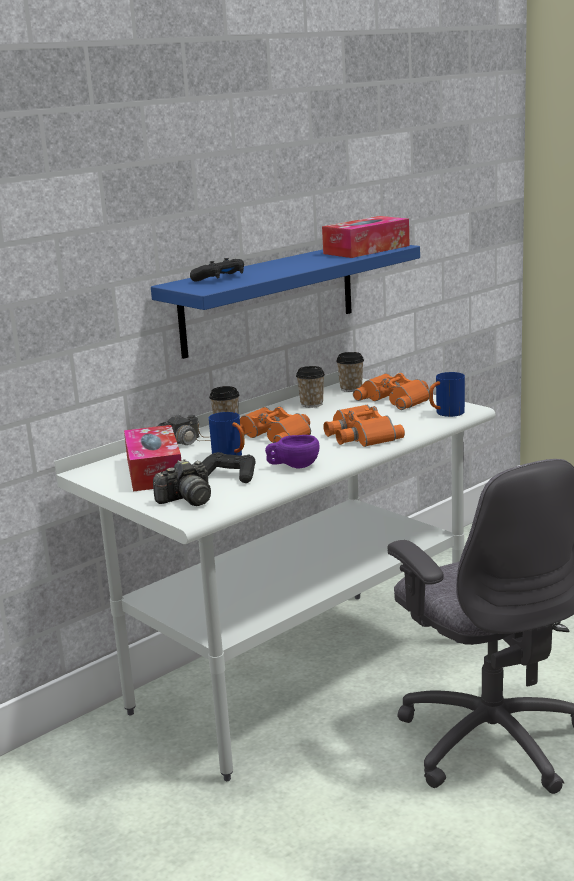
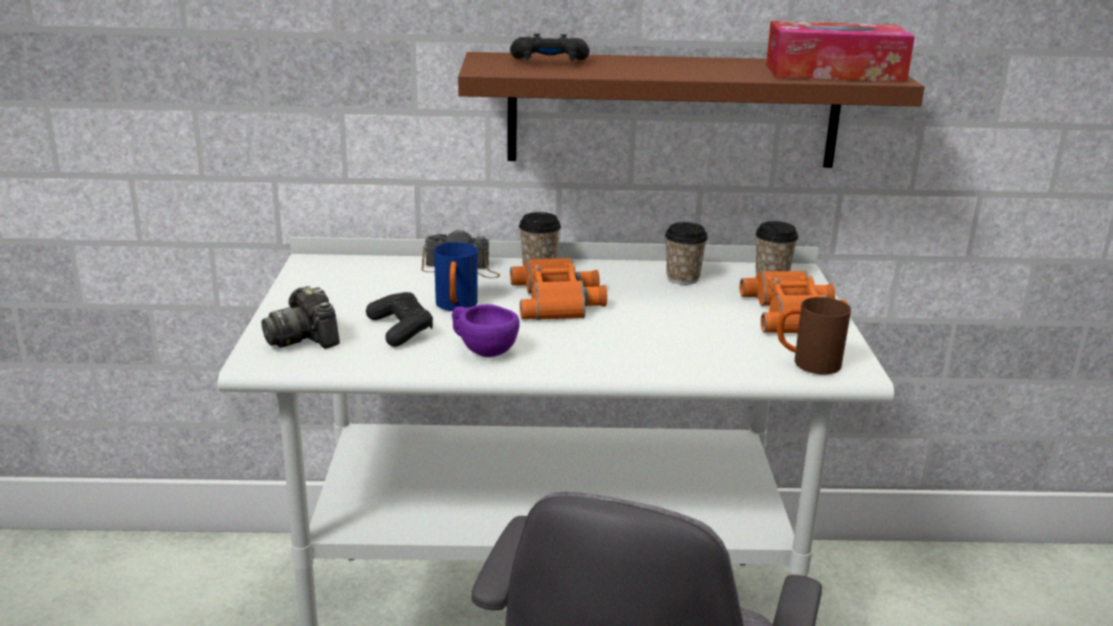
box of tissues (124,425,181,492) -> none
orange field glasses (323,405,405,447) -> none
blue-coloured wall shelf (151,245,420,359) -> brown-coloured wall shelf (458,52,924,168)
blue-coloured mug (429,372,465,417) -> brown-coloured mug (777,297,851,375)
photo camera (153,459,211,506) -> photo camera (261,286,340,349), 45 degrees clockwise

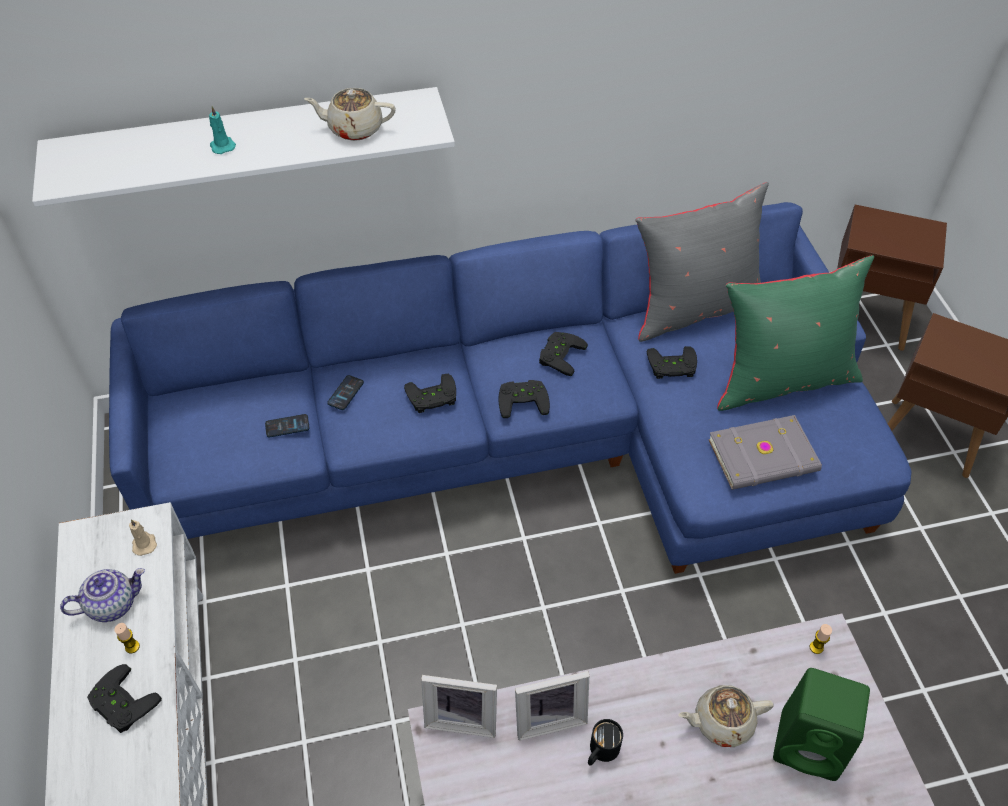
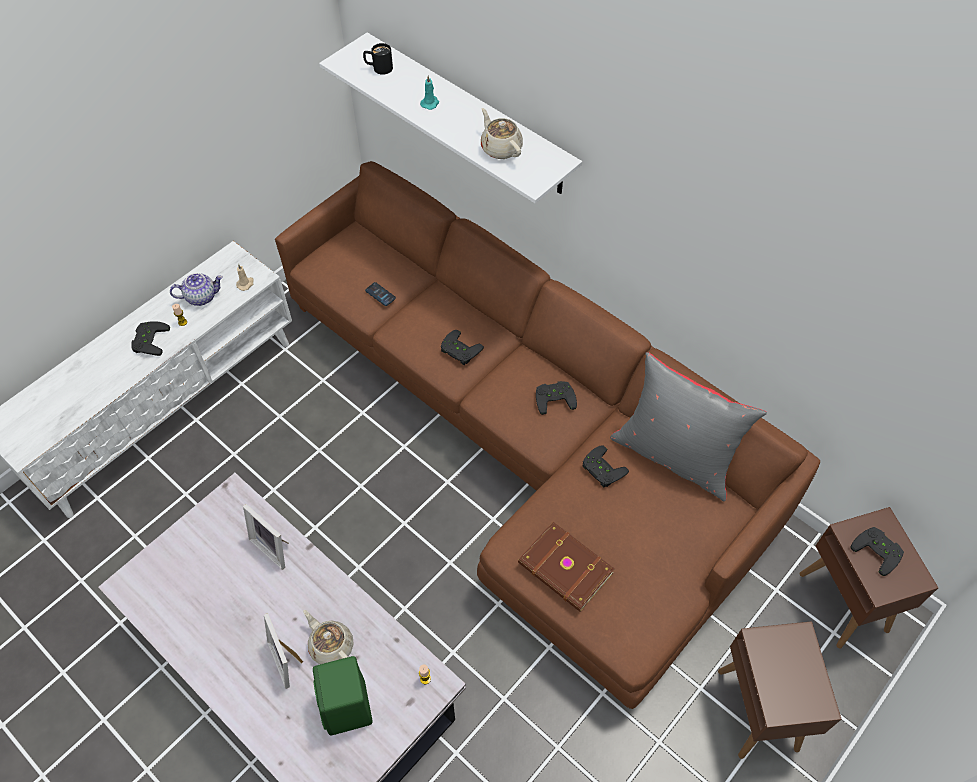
phone (327,375,364,410) -> none
greenish pillow (717,255,874,411) -> none
photo frame (421,675,497,738) -> photo frame (264,613,303,689), shifted
blackish joypad (498,380,550,418) -> blackish joypad (850,527,904,576), shifted
blackish mug (588,719,623,765) -> blackish mug (363,43,393,75), shifted
blue-coloured couch (109,202,912,574) -> brown-coloured couch (275,161,820,709)
gray bound book (708,415,822,490) -> brown-coloured bound book (518,522,614,612)
teapot (60,568,145,622) -> teapot (170,273,223,306), 45 degrees counterclockwise

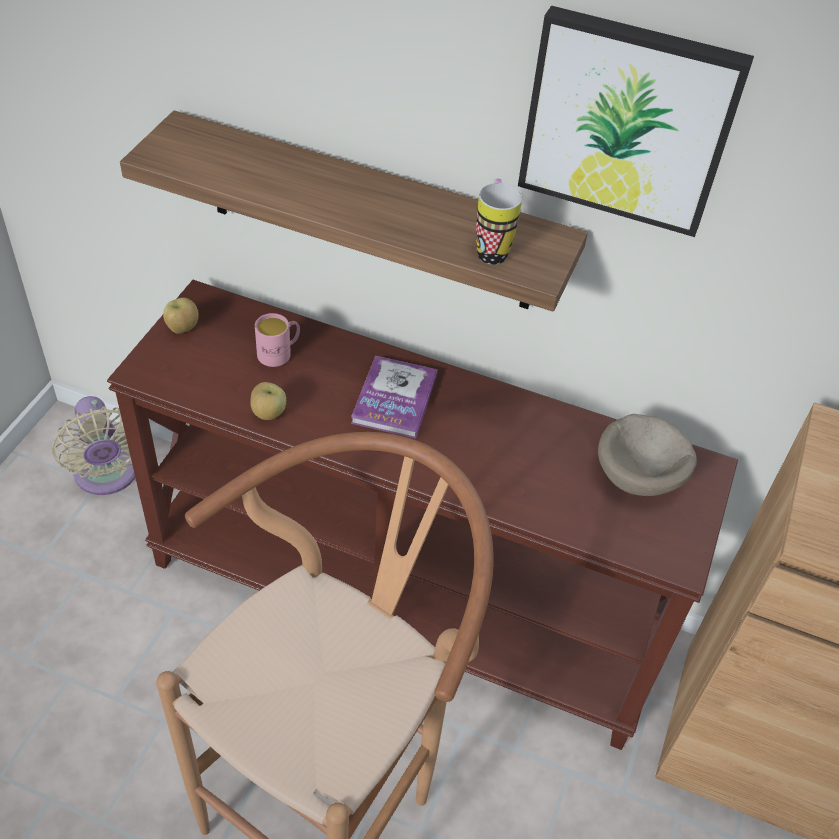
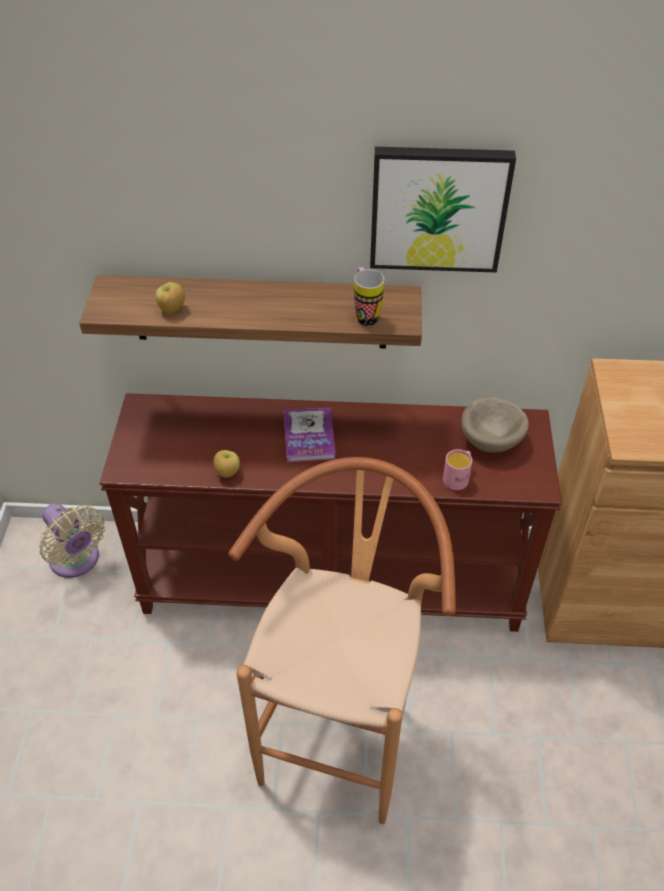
apple (163,298,199,334) -> apple (155,282,185,314), shifted
pink mug (255,313,300,367) -> pink mug (443,449,472,490), shifted

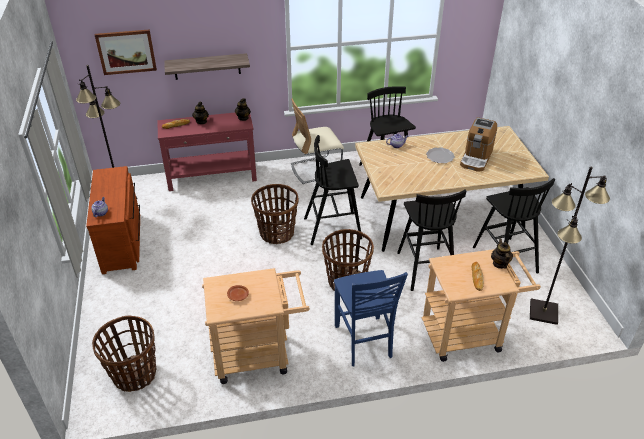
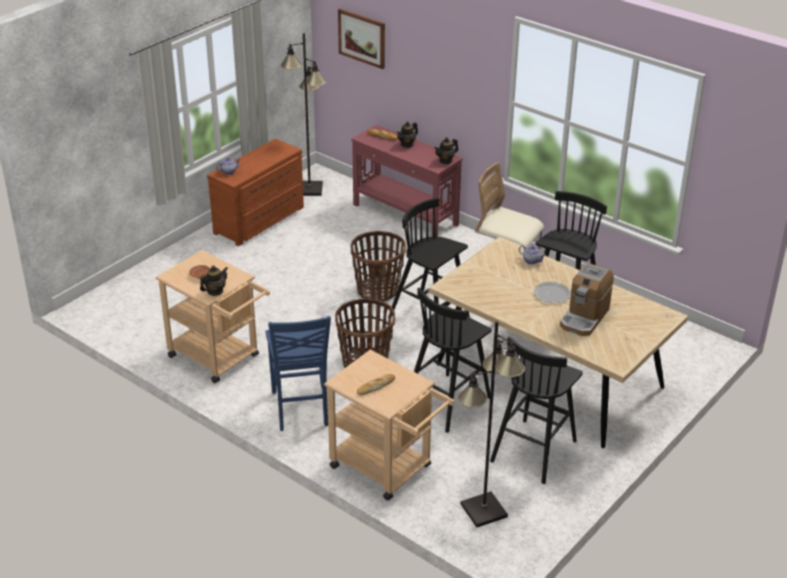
storage basket (92,316,156,392) -> none
wall shelf (164,53,250,80) -> none
teapot (491,238,513,269) -> teapot (200,266,228,296), shifted
blue-coloured upright chair (334,270,408,366) -> blue-coloured upright chair (265,316,331,431), 45 degrees counterclockwise
coffee brewer (460,117,497,172) -> coffee brewer (560,263,614,336), 45 degrees counterclockwise

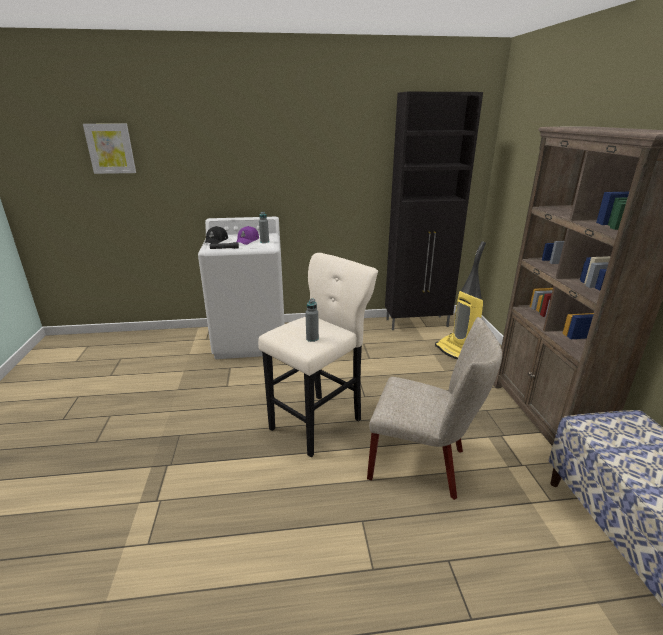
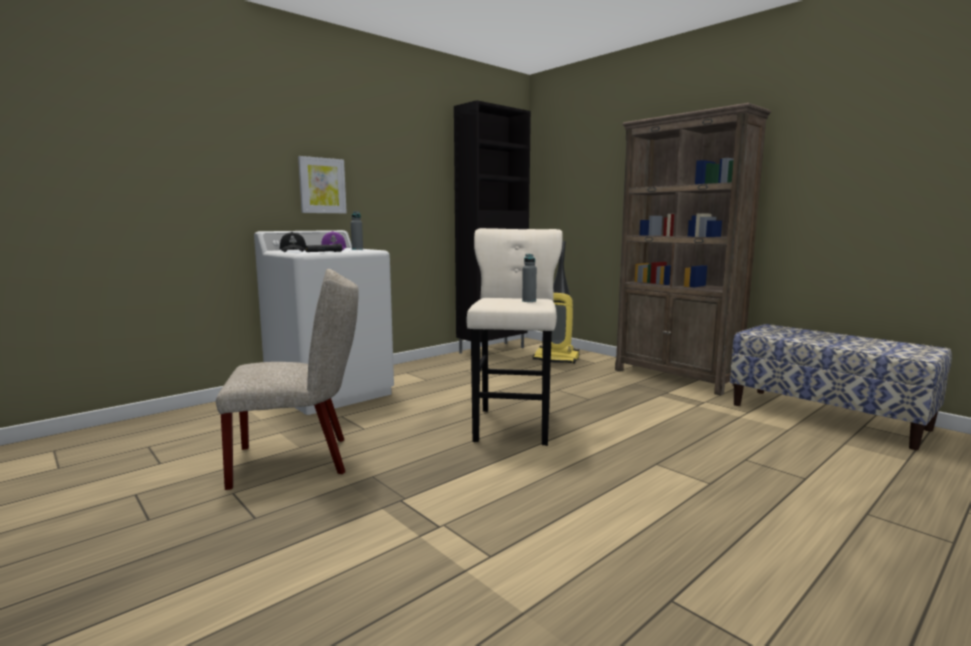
wall art (83,124,136,174) -> wall art (298,156,347,213), shifted
sand-coloured upright chair (367,317,502,500) -> sand-coloured upright chair (216,269,359,490), shifted

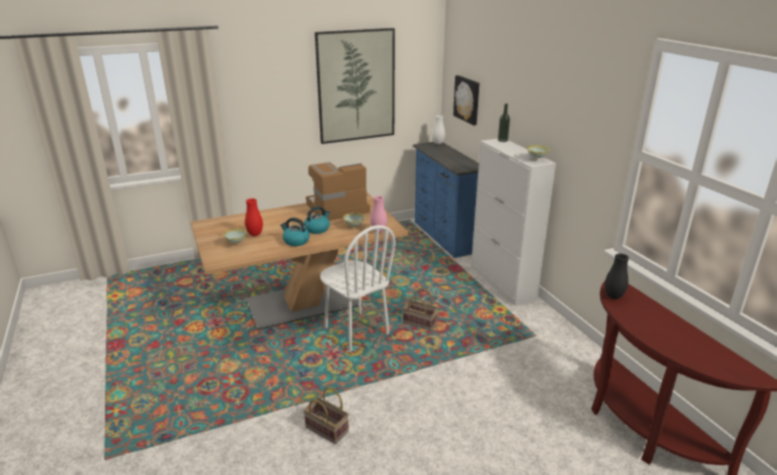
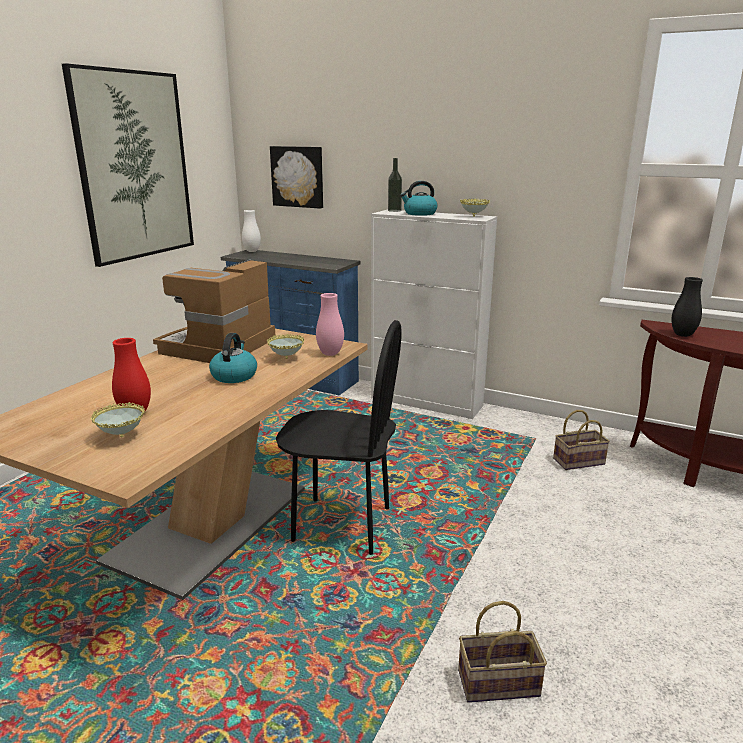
water kettle (280,218,310,246) -> water kettle (400,181,437,216), shifted
storage basket (403,288,439,331) -> storage basket (553,410,610,470), shifted
whitish upright chair (320,225,396,351) -> blackish upright chair (276,320,402,555)

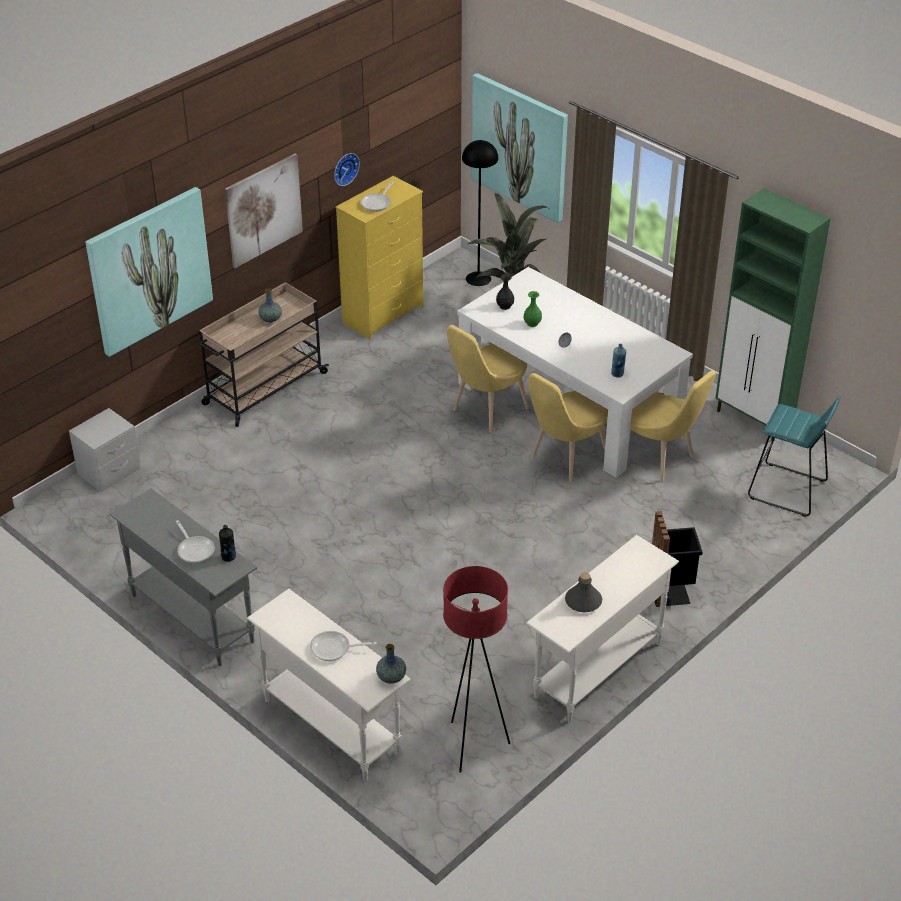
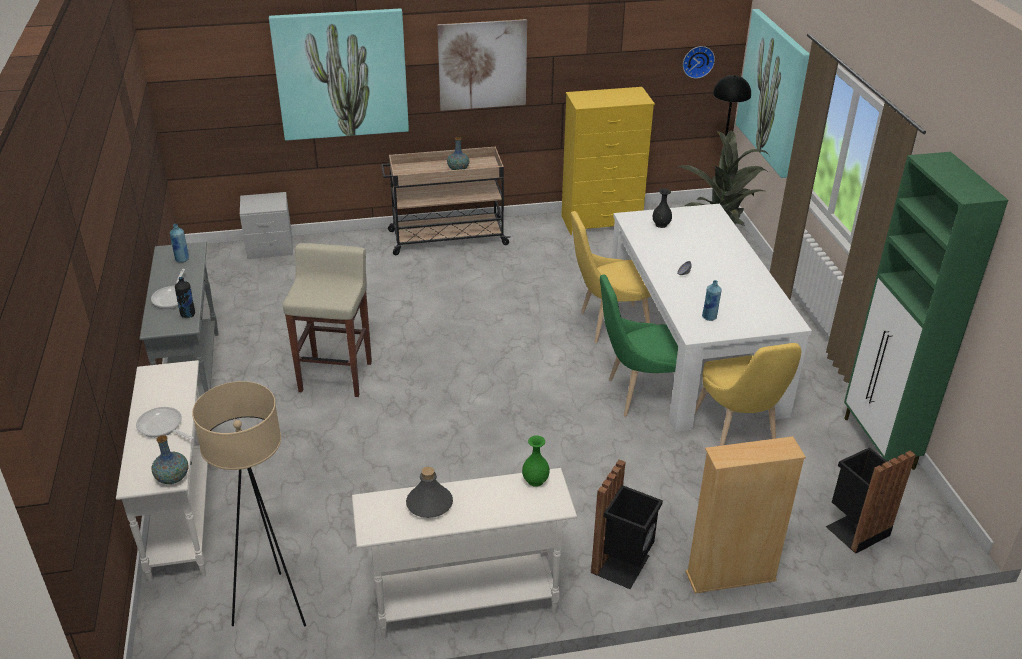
skillet (360,182,394,212) -> none
none -> blue-coloured bottle (170,224,189,262)
none -> sand-coloured stool (283,243,372,397)
none -> sand-coloured bookcase (685,436,806,594)
clock on the wall (334,153,360,186) -> clock on the wall (683,46,715,79), shifted
greenish vase (524,291,542,327) -> greenish vase (522,436,550,487), shifted
blue-green stool (748,396,840,517) -> blackish trash can (826,447,916,554)
red floor lamp (443,566,510,773) -> sand-coloured floor lamp (192,381,306,626)
yellow upright chair (528,373,608,483) -> greenish upright chair (600,275,678,417)

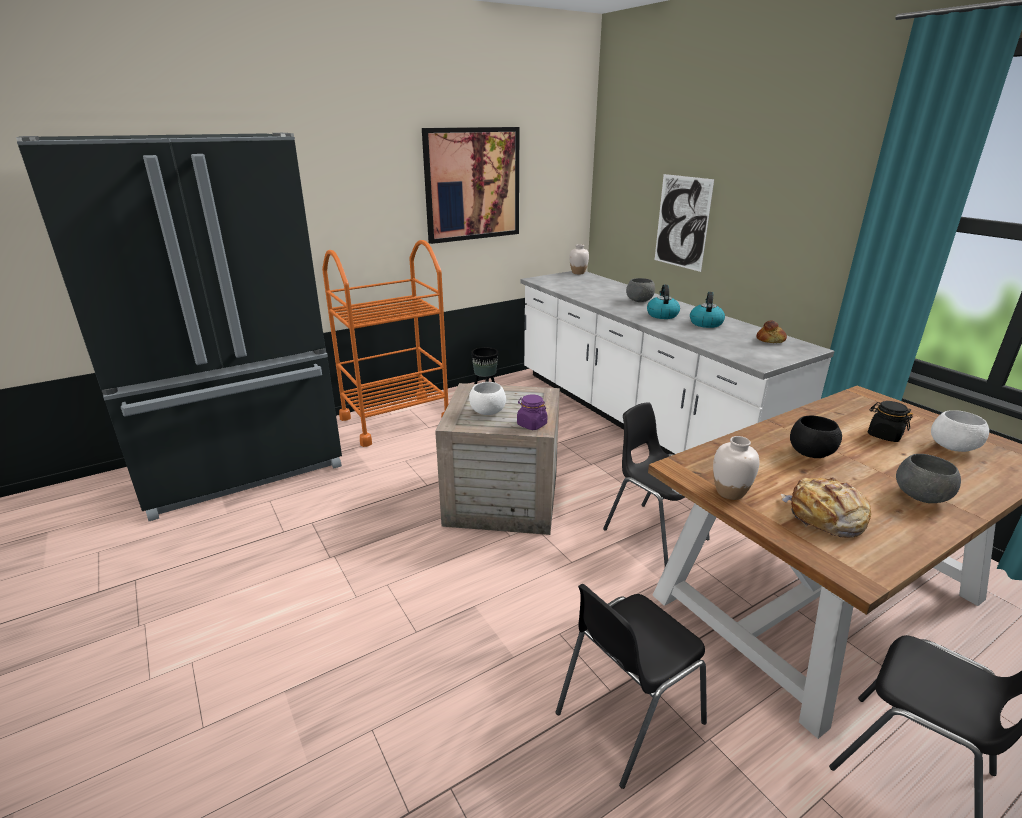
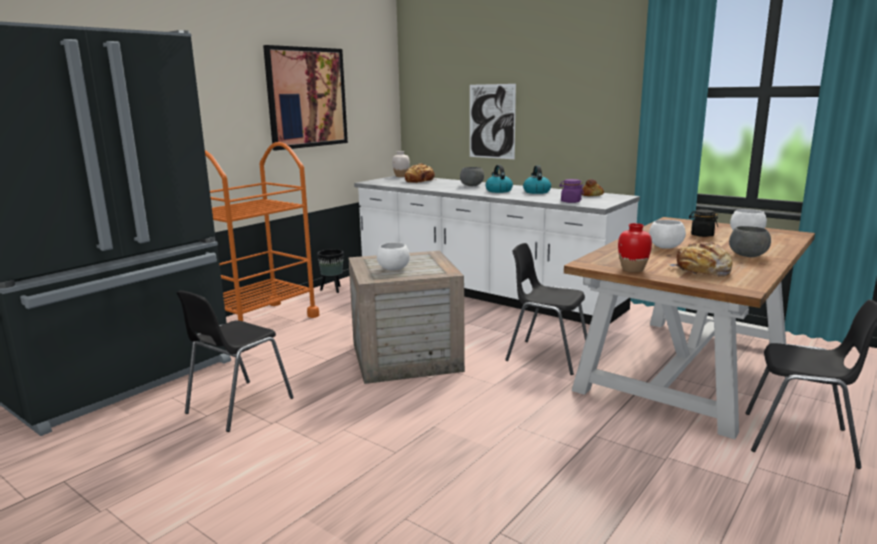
none -> baked bread (405,163,437,183)
purple-coloured preserve jar (517,395,548,430) -> purple-coloured preserve jar (559,179,584,203), shifted
blackish upright chair (556,584,707,789) -> blackish upright chair (177,291,294,432), shifted
whitish vase (713,436,760,500) -> red vase (618,223,652,272)
blackish bowl (790,416,842,458) -> whitish bowl (649,220,686,249)

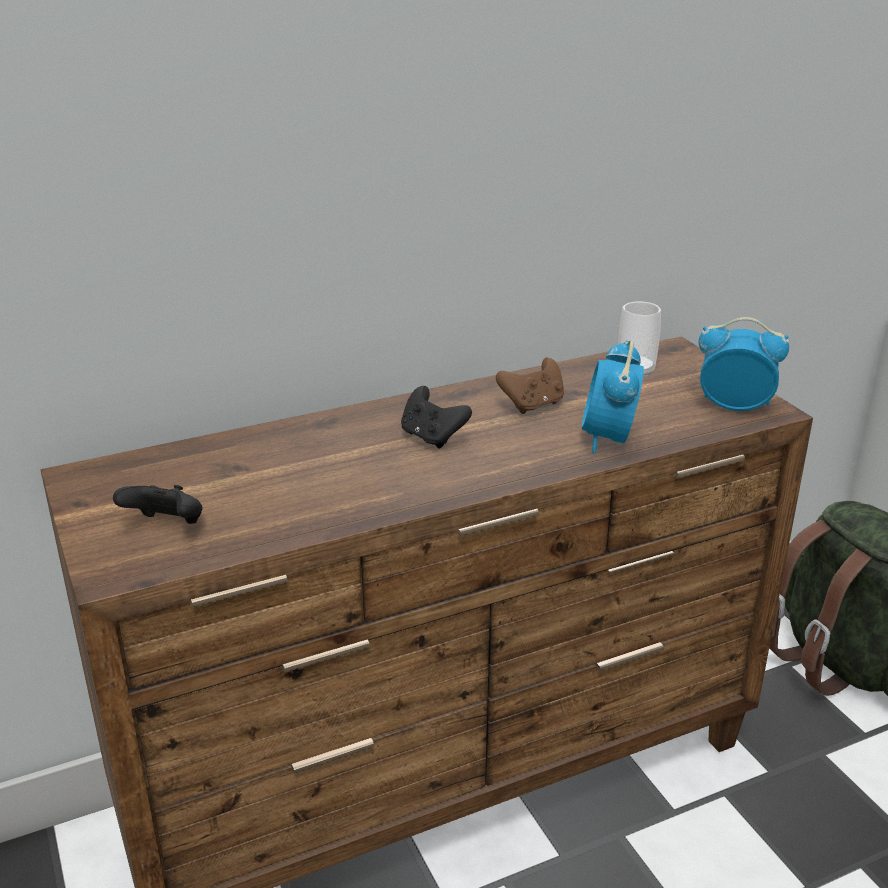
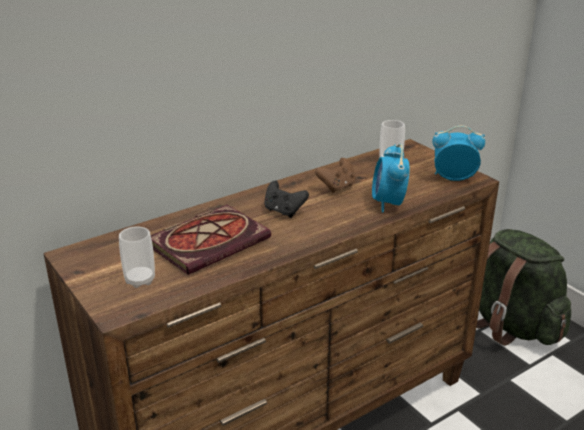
none -> bound book (151,205,271,275)
blackish joypad (113,485,202,524) -> drinking cup (119,227,155,288)

